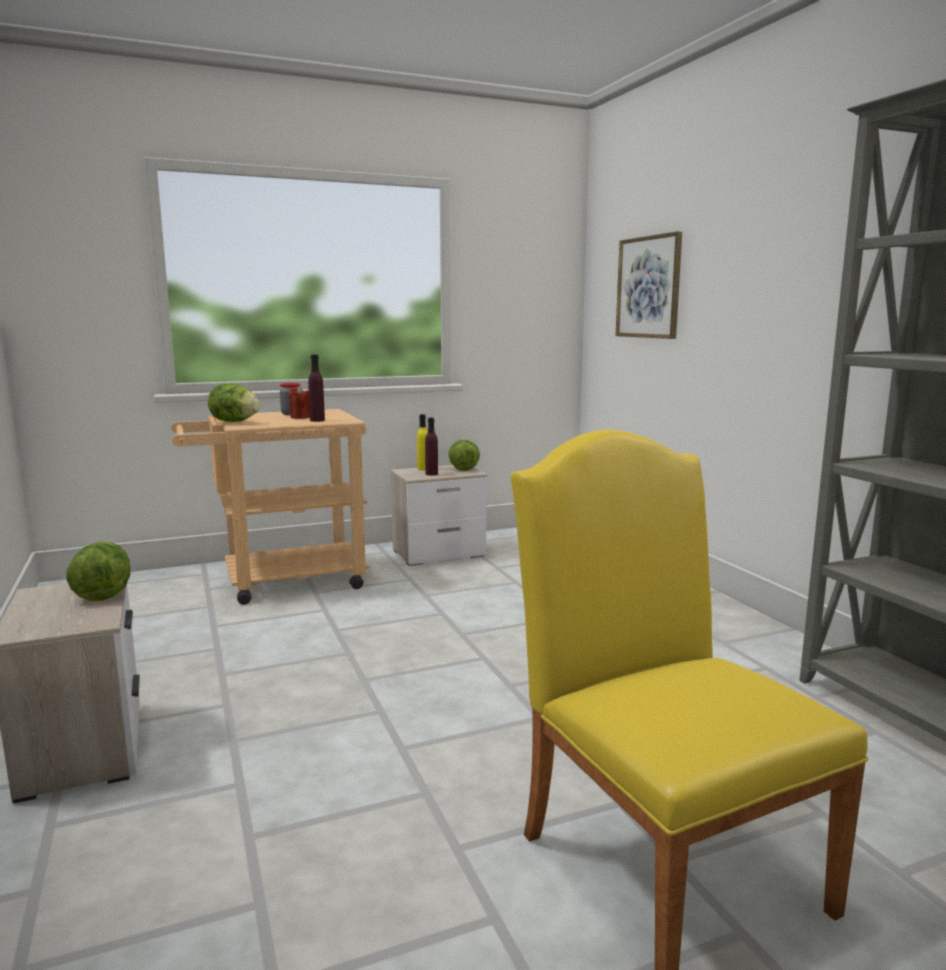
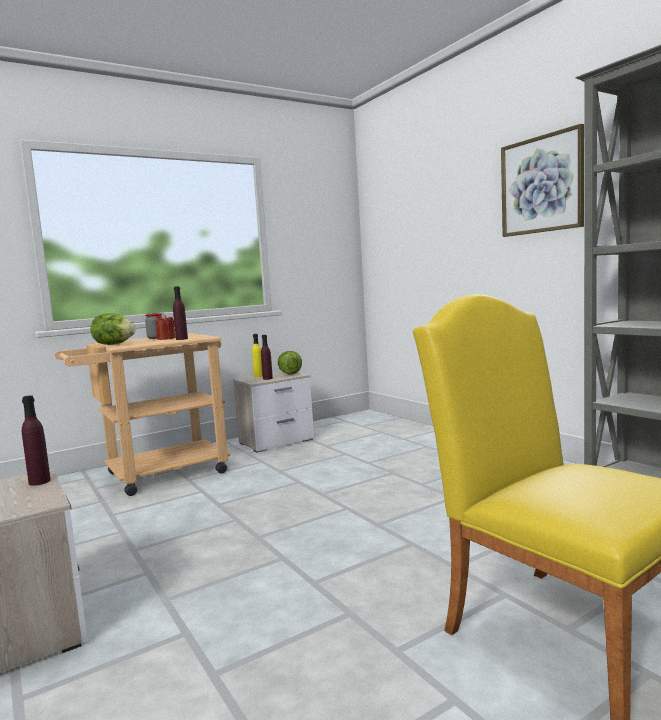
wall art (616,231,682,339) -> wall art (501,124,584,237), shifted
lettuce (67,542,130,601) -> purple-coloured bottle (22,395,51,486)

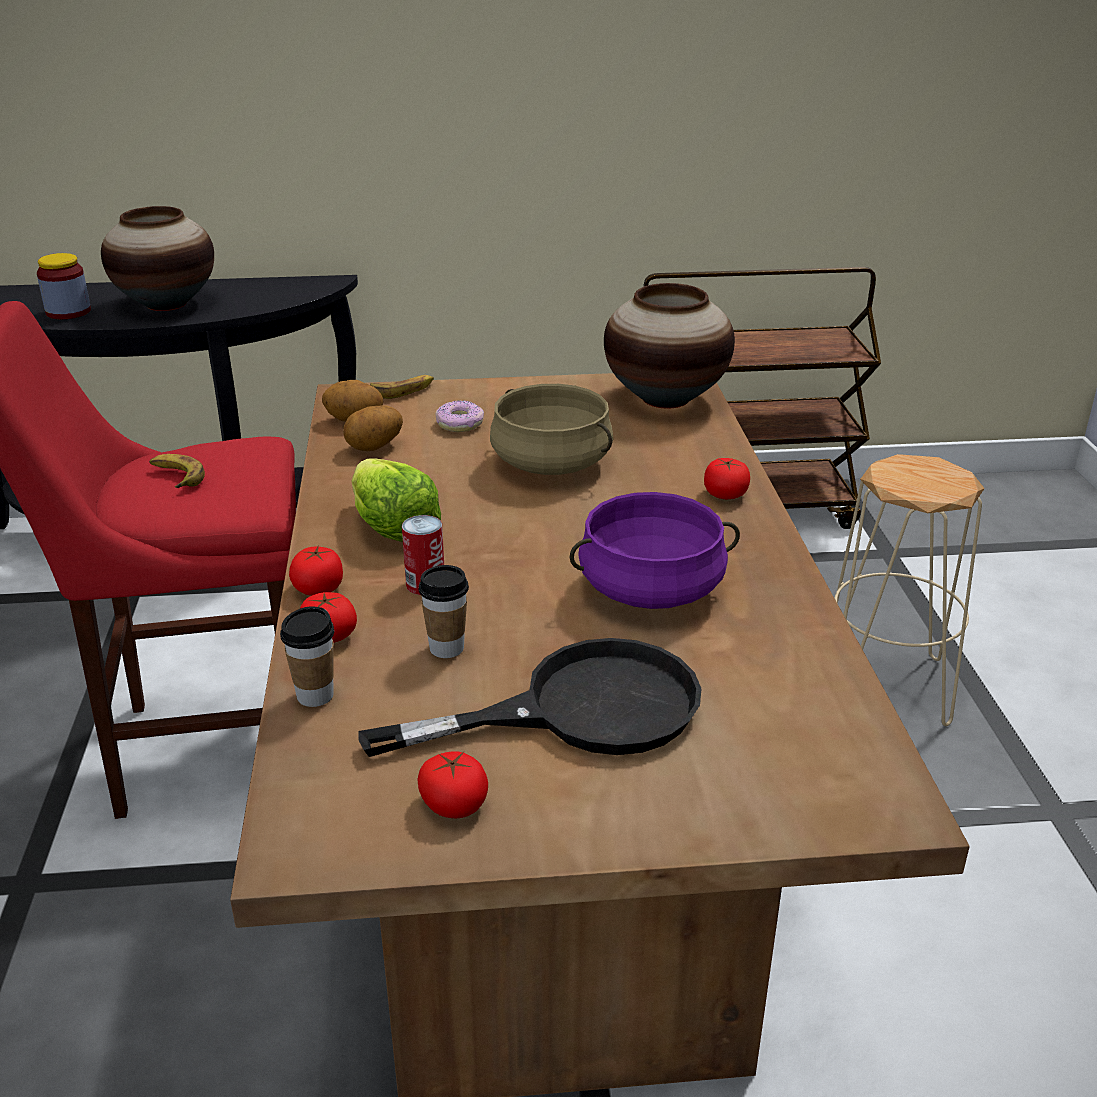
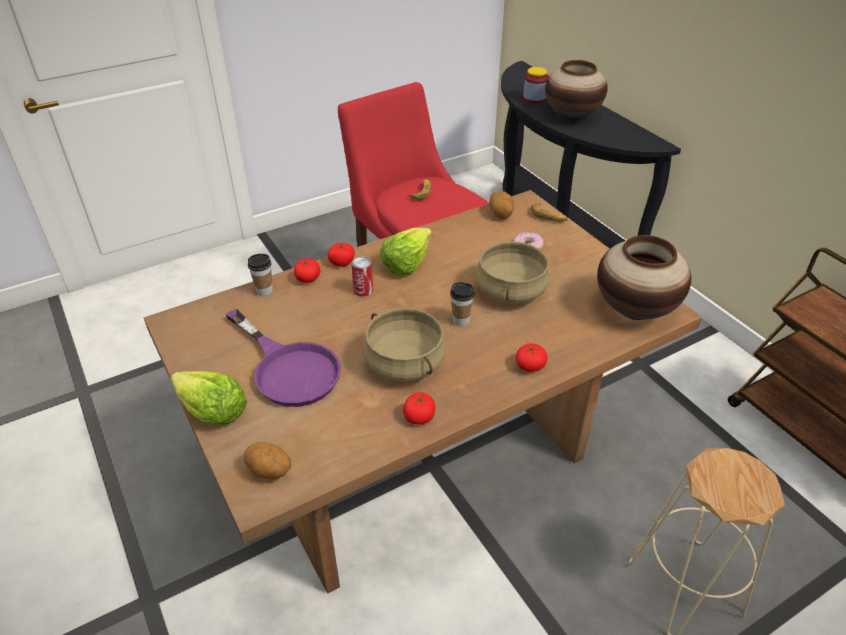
none -> lettuce (171,371,247,424)
potato (343,405,403,451) -> potato (244,442,291,479), shifted
whole tomato (417,751,488,818) -> whole tomato (403,392,435,425), shifted
drinking cup (418,565,469,658) -> drinking cup (450,282,475,326), shifted
blackish skillet (358,638,702,757) -> purple-coloured skillet (225,309,341,407)
purple-coloured stockpot (570,492,740,609) -> sand-coloured stockpot (363,308,446,382)

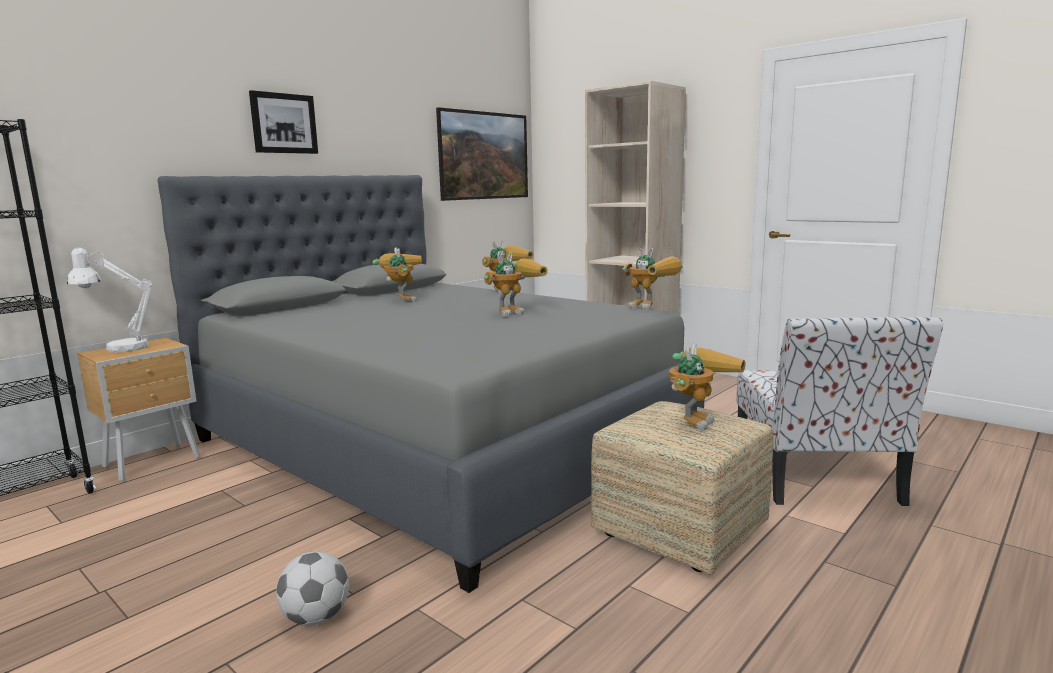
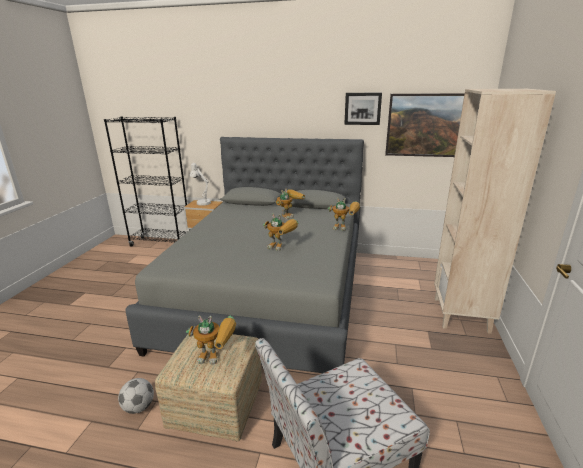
toy robot (622,248,683,310) -> none
wall art (249,90,318,154) -> wall art (344,93,382,125), shifted
football (276,551,349,626) -> football (118,378,154,414), shifted

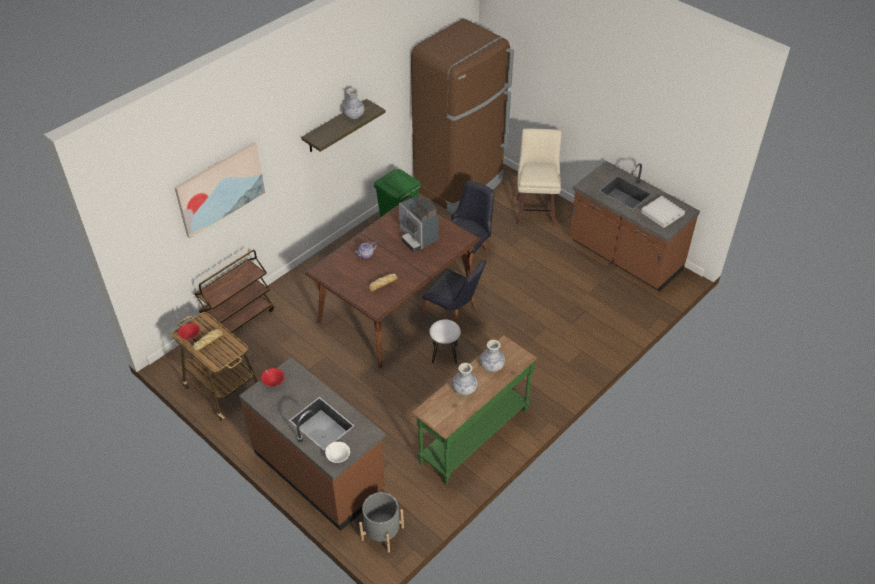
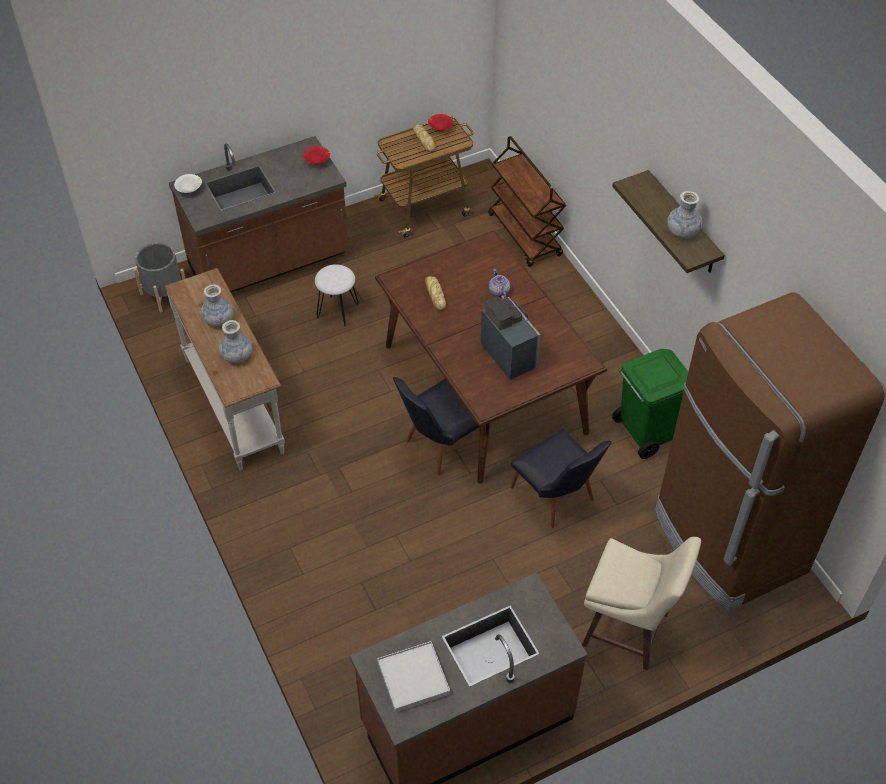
wall art (174,142,265,238) -> none
whitish stool (429,319,461,364) -> whitish stool (315,264,359,326), shifted
greenish console table (411,335,537,486) -> whitish console table (165,268,285,471)
coffee brewer (399,196,439,252) -> coffee brewer (481,297,541,380), 75 degrees clockwise

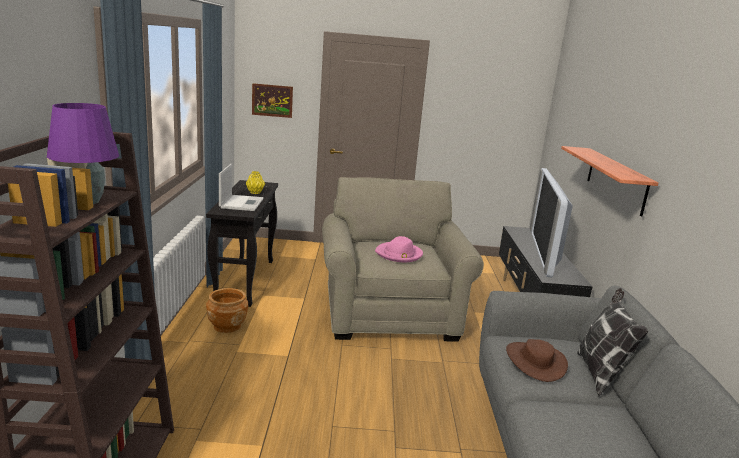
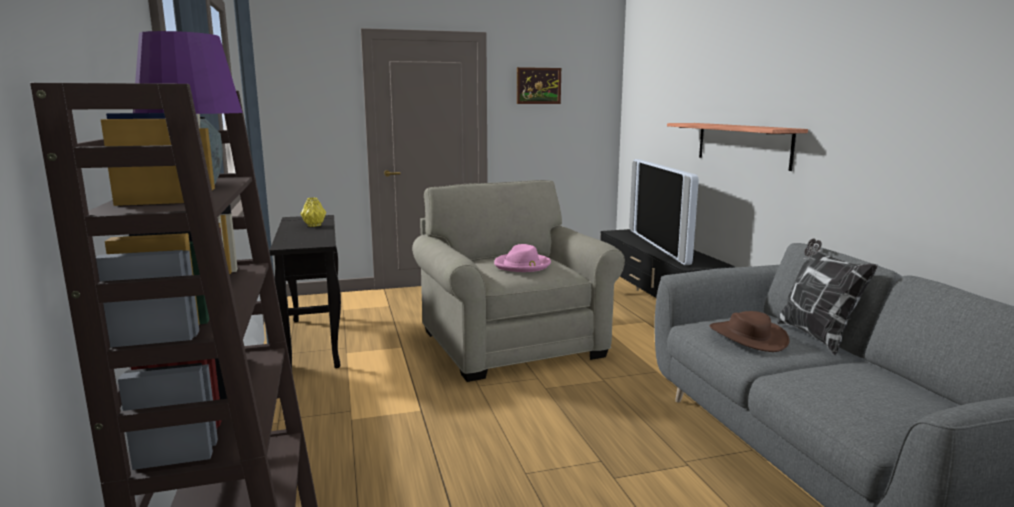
brown-coloured planter (206,288,248,333) -> none
portable computer (219,164,264,211) -> none
wall art (252,83,293,118) -> wall art (517,67,561,104), shifted

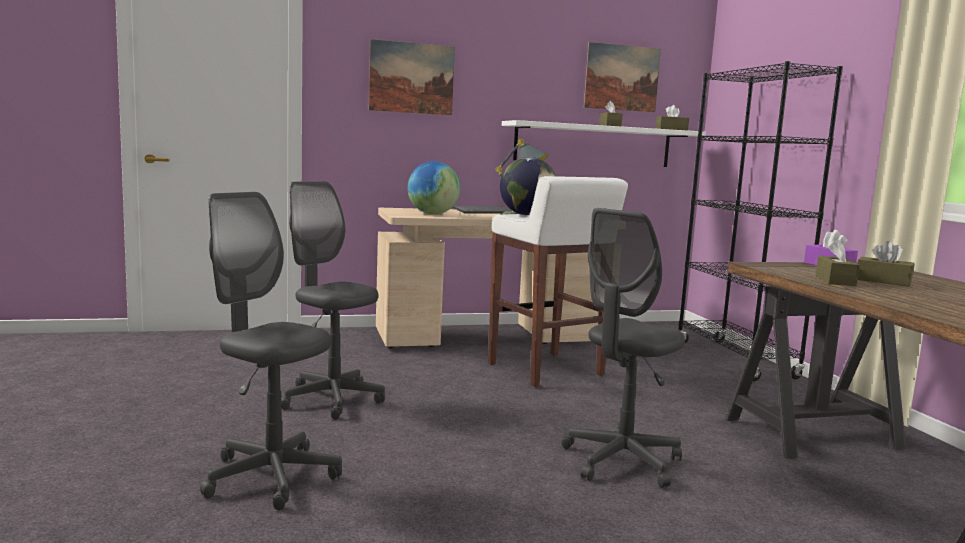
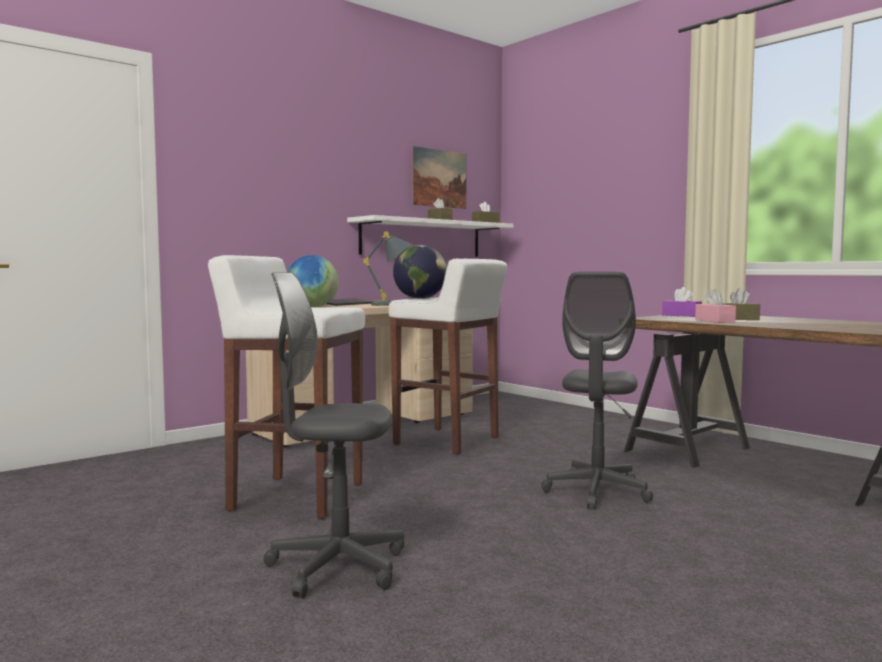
wall art (369,39,455,115) -> none
blackish bookcase (679,61,843,381) -> none
gray computer chair (281,181,385,420) -> whitish stool (208,255,365,519)
brown-coloured box of tissues (816,239,860,286) -> pink box of tissues (695,289,736,323)

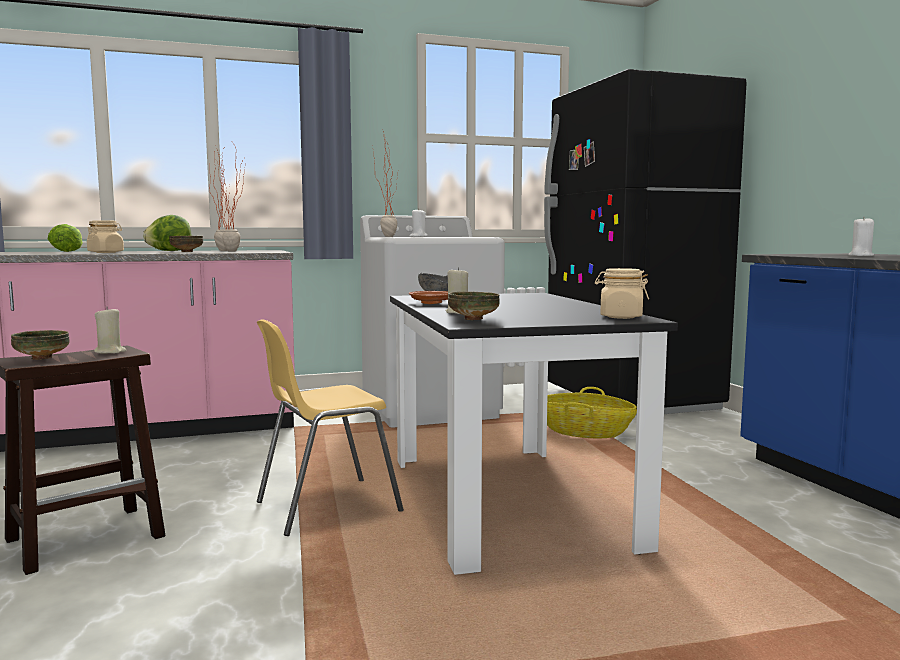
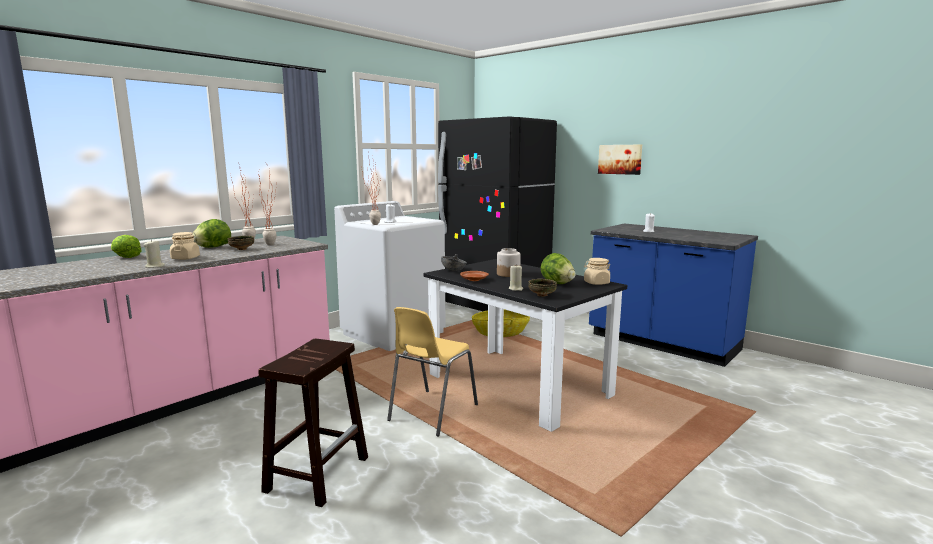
bowl (11,330,69,360) -> none
none -> preserve jar (497,248,521,277)
none -> lettuce (541,253,575,284)
none -> wall art (598,145,642,175)
sand-coloured candle (94,307,127,353) -> sand-coloured candle (144,239,165,268), shifted

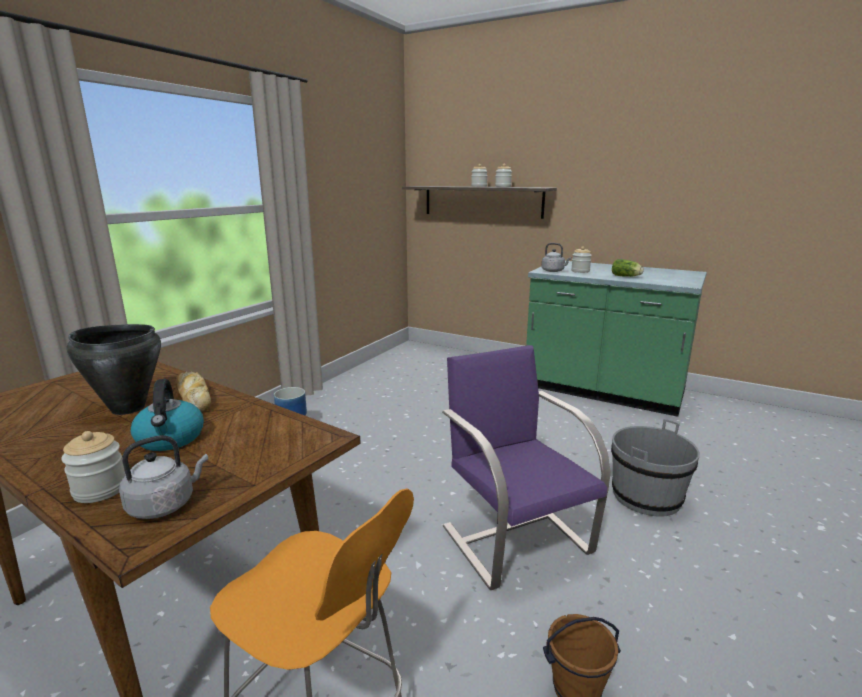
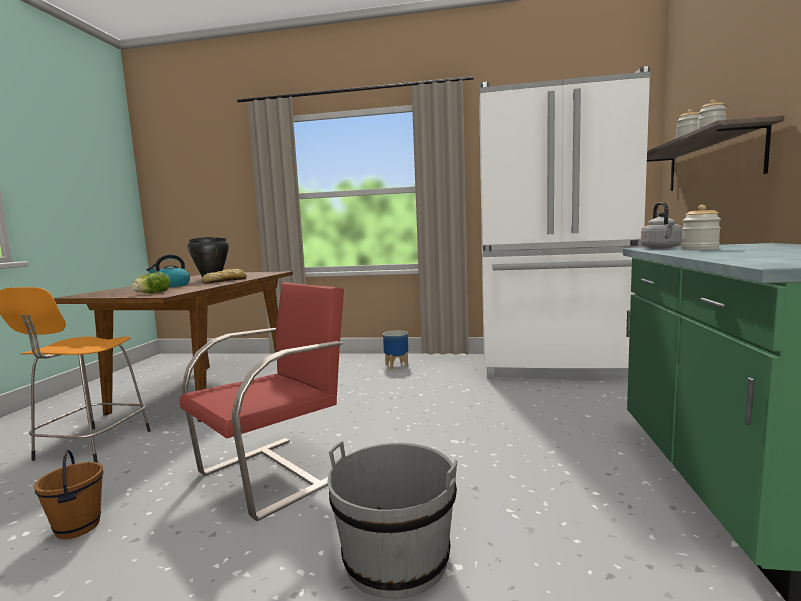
preserve jar (61,431,126,503) -> none
gray water kettle (119,435,208,519) -> none
none -> whitish kitchen fridge (479,66,650,379)
lettuce (612,259,644,277) -> lettuce (132,272,170,293), shifted
purple-coloured upright chair (442,345,611,590) -> red upright chair (179,282,344,521)

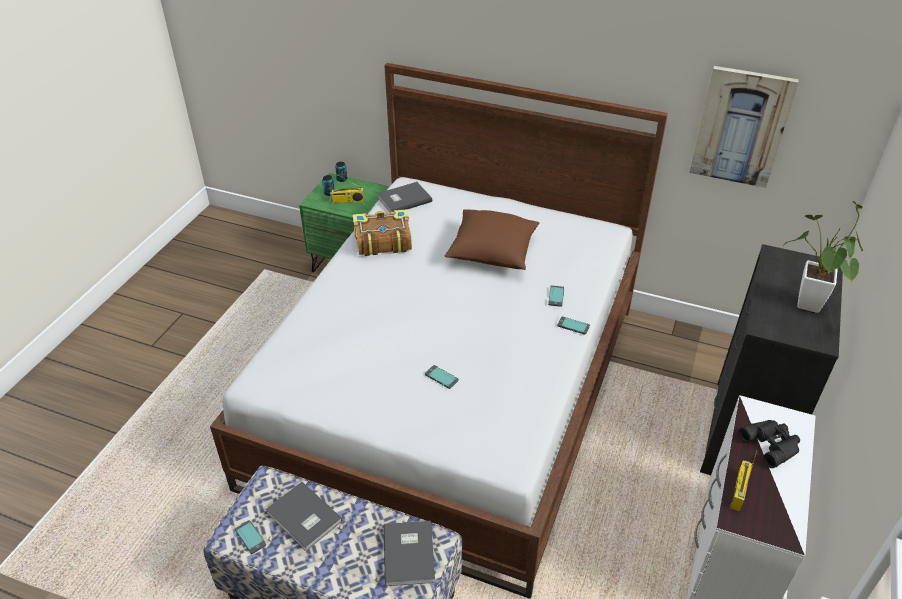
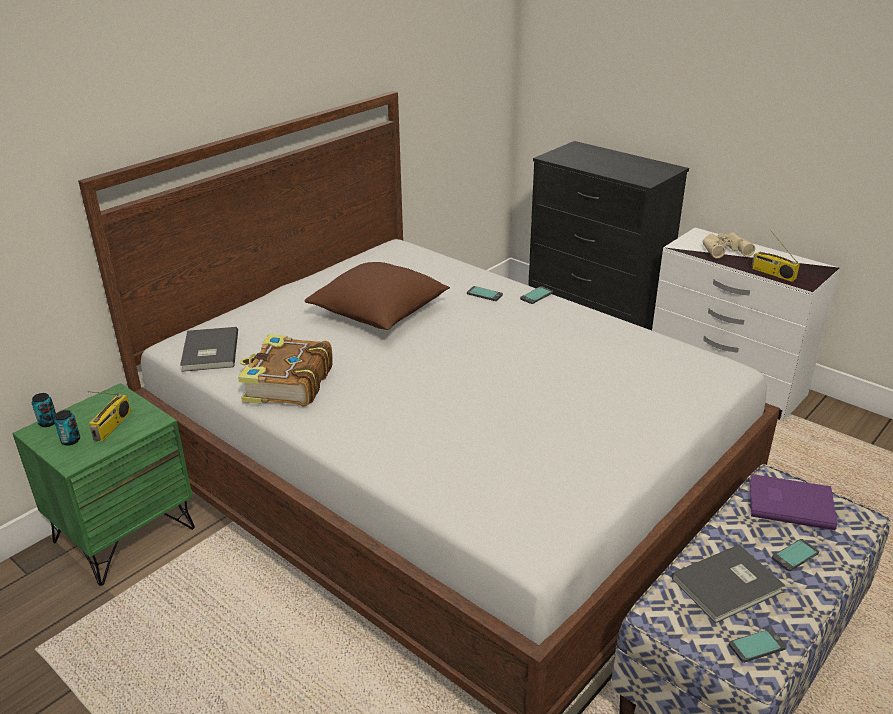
wall art (689,66,799,188) -> none
potted plant (782,201,863,313) -> none
phone (425,365,459,389) -> phone (772,539,819,571), shifted
gray bound book (384,521,435,586) -> purple-coloured bound book (749,474,837,530)
blackish field glasses (739,420,800,468) -> sand-coloured field glasses (702,232,755,259)

